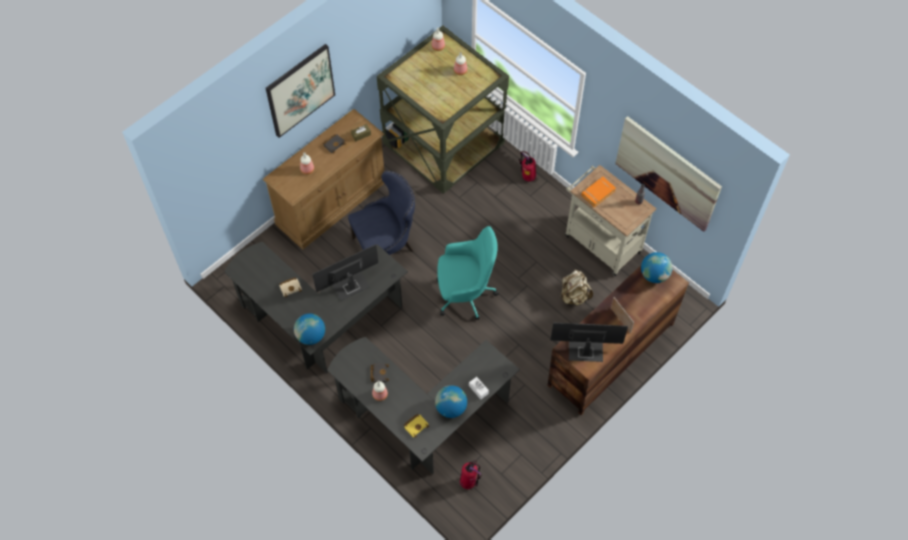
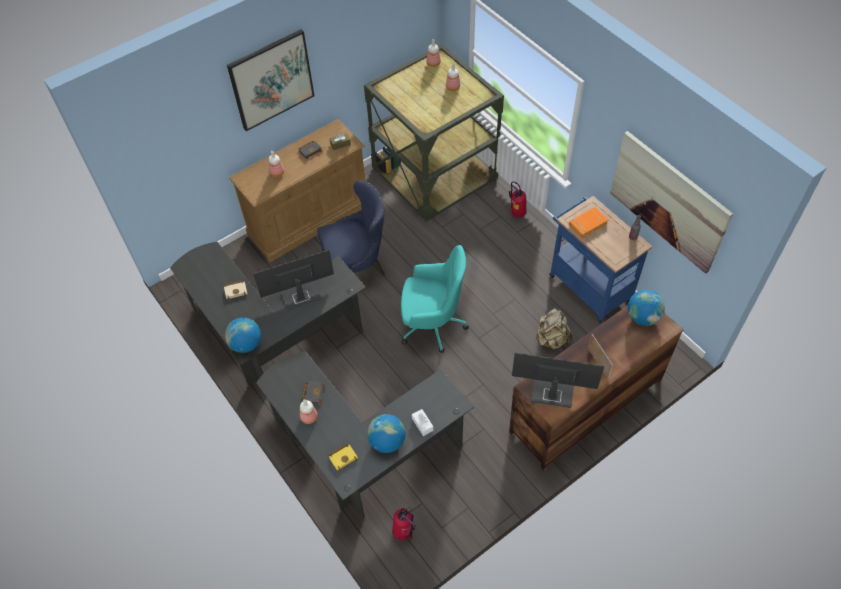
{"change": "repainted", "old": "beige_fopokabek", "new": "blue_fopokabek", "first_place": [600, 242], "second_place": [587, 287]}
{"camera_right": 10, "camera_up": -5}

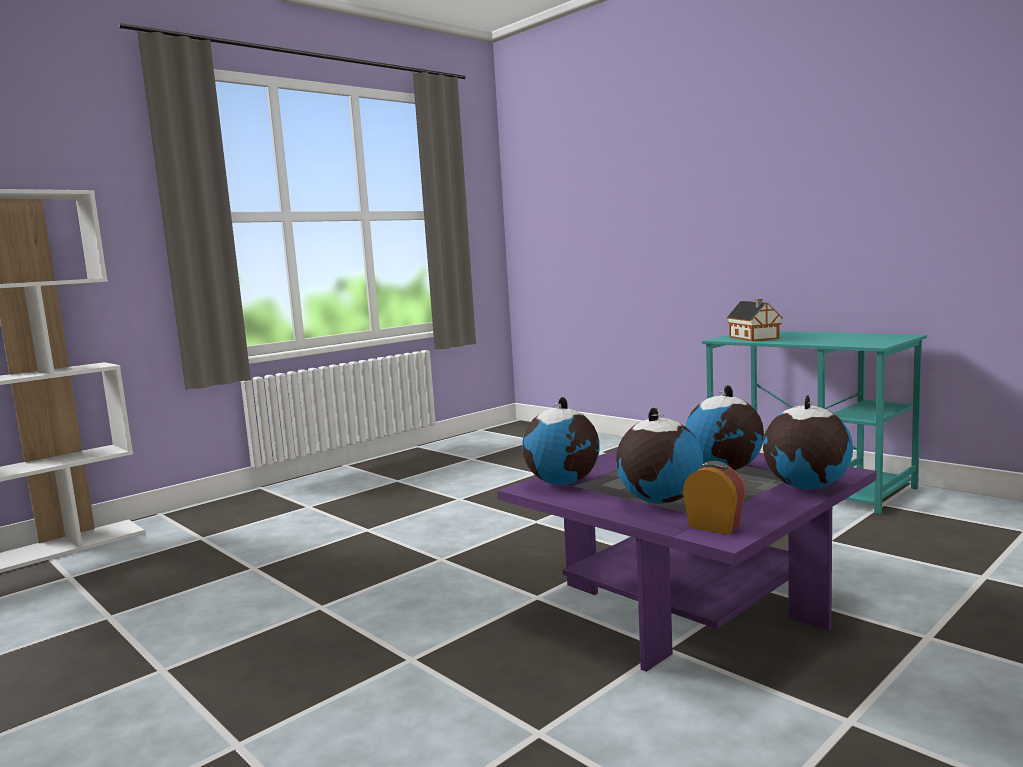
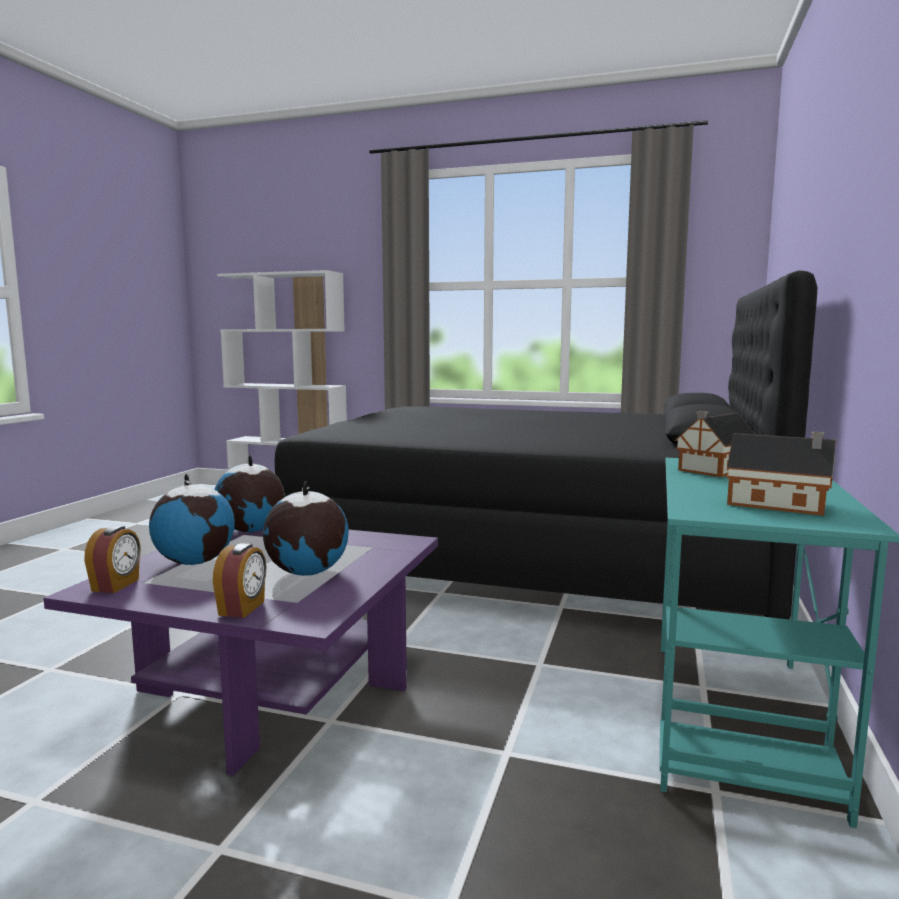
{"change": "new", "new": "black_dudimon", "second_place": [527, 554]}
{"change": "new", "new": "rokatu", "second_place": [781, 504]}
{"change": "swapped", "old": "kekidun", "new": "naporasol", "first_place": [806, 487], "second_place": [243, 608]}
{"camera_right": 60, "camera_up": 0}

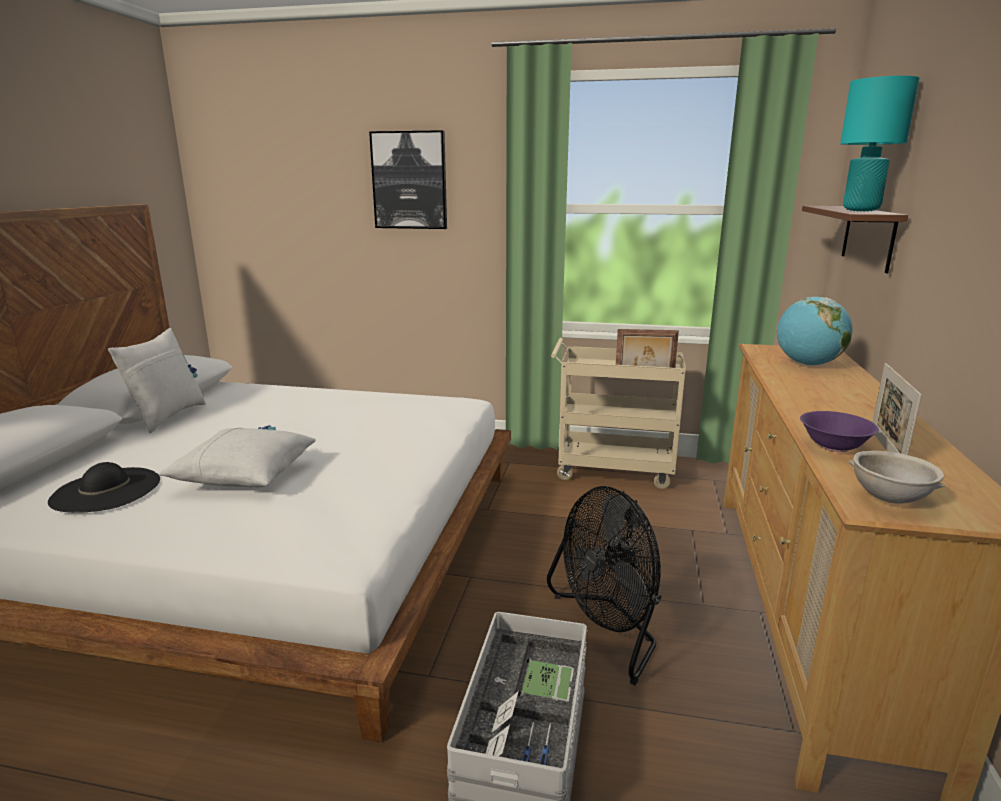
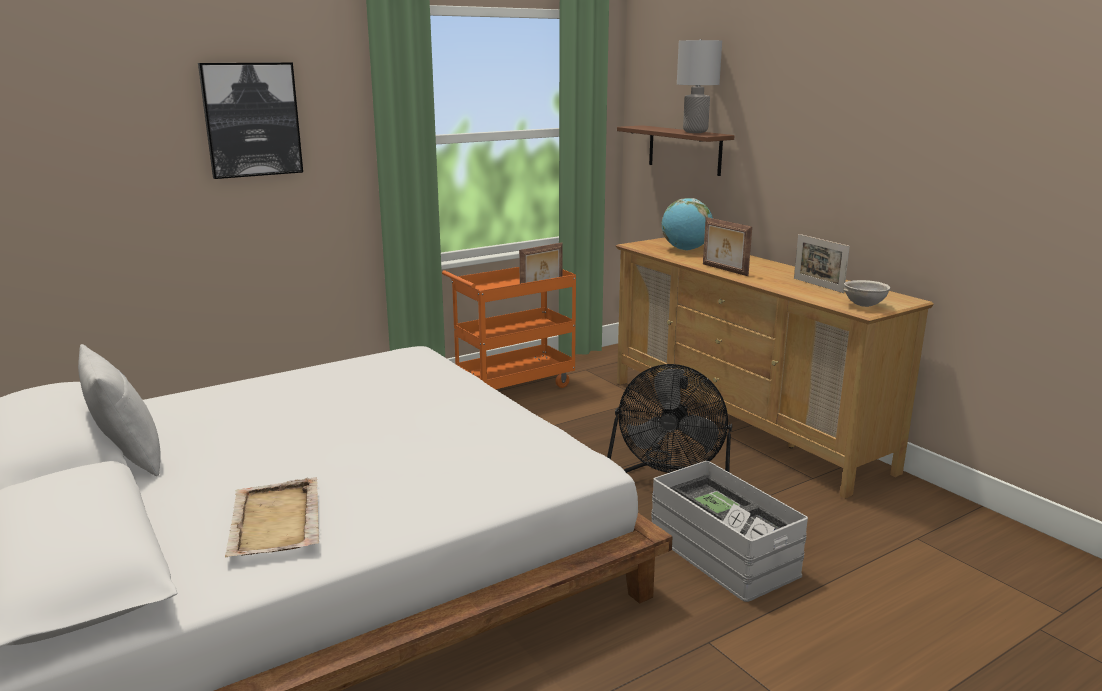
{"change": "gone", "old": "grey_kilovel", "first_place": [245, 475]}
{"change": "gone", "old": "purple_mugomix", "first_place": [833, 447]}
{"change": "new", "new": "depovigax", "second_place": [724, 270]}
{"change": "swapped", "old": "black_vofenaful", "new": "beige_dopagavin", "first_place": [106, 490], "second_place": [275, 521]}
{"change": "repainted", "old": "beige_fopokabek", "new": "orange_fopokabek", "first_place": [611, 474], "second_place": [512, 390]}
{"change": "repainted", "old": "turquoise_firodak", "new": "grey_firodak", "first_place": [860, 211], "second_place": [695, 133]}
{"camera_right": -45, "camera_up": 0}

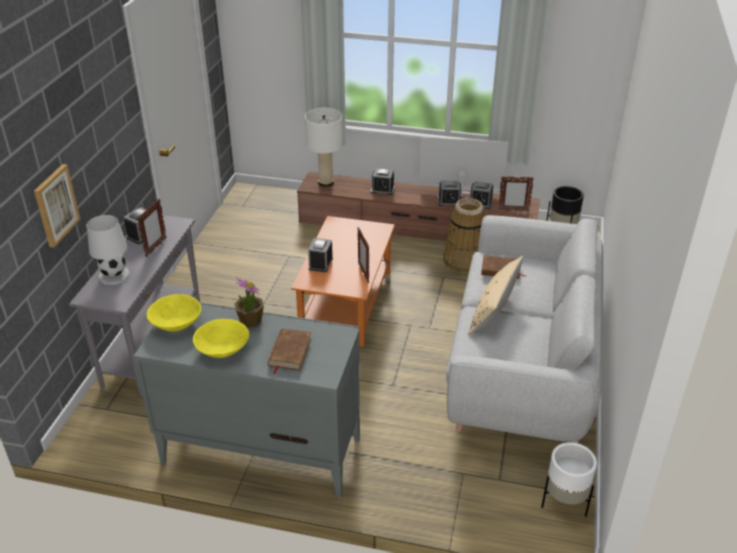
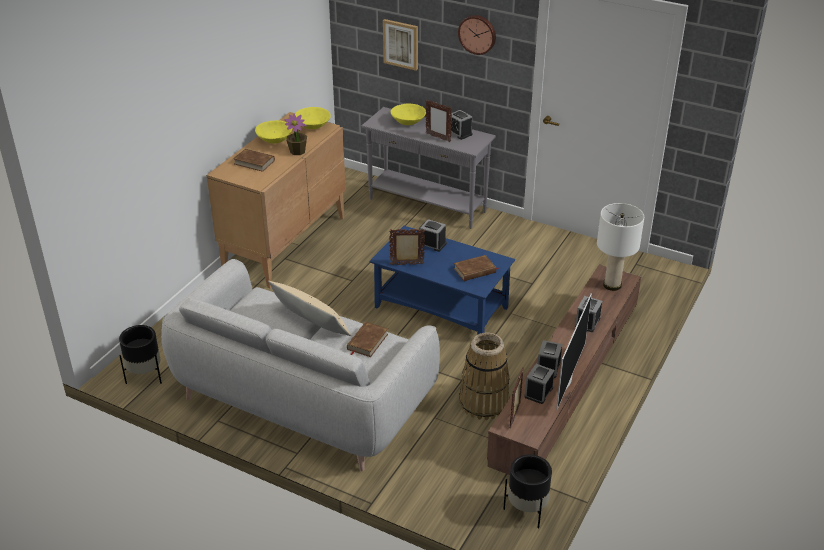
{"change": "new", "new": "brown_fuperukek", "second_place": [475, 270]}
{"change": "new", "new": "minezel", "second_place": [477, 34]}
{"change": "swapped", "old": "white_firodak", "new": "yellow_mugomix", "first_place": [114, 275], "second_place": [408, 121]}
{"change": "repainted", "old": "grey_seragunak", "new": "brown_seragunak", "first_place": [261, 451], "second_place": [285, 243]}
{"change": "repainted", "old": "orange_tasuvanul", "new": "blue_tasuvanul", "first_place": [346, 304], "second_place": [440, 307]}
{"change": "repainted", "old": "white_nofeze", "new": "black_nofeze", "first_place": [564, 502], "second_place": [145, 376]}
{"camera_right": 105, "camera_up": 0}

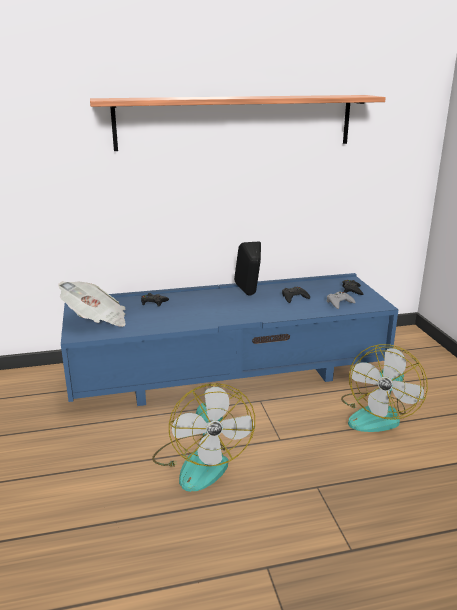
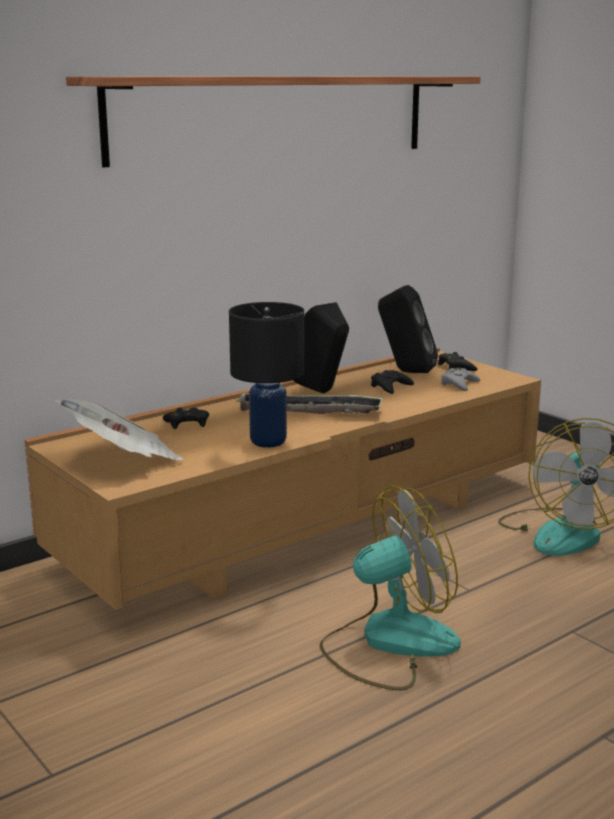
{"change": "new", "new": "black_firodak", "second_place": [269, 441]}
{"change": "new", "new": "dopagavin", "second_place": [309, 411]}
{"change": "new", "new": "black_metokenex", "second_place": [405, 371]}
{"change": "repainted", "old": "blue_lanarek", "new": "brown_lanarek", "first_place": [229, 369], "second_place": [306, 521]}
{"change": "rotated", "old": "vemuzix", "first_place": [200, 461], "second_place": [388, 643], "degrees": -75}
{"camera_right": -25, "camera_up": -5}

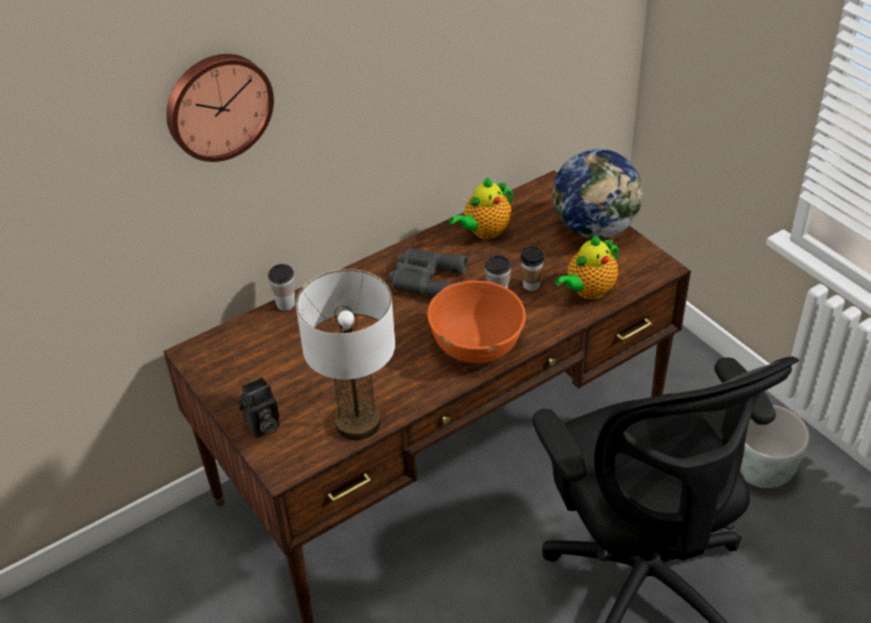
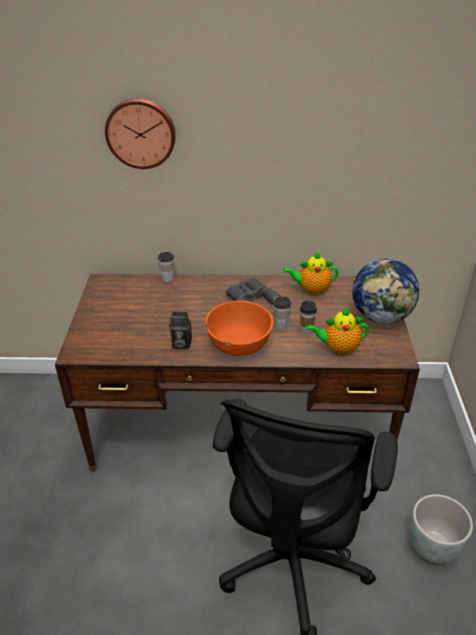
{"change": "gone", "old": "firodak", "first_place": [358, 422]}
{"change": "shifted", "old": "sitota", "first_place": [261, 426], "second_place": [180, 344]}
{"camera_right": 35, "camera_up": -5}

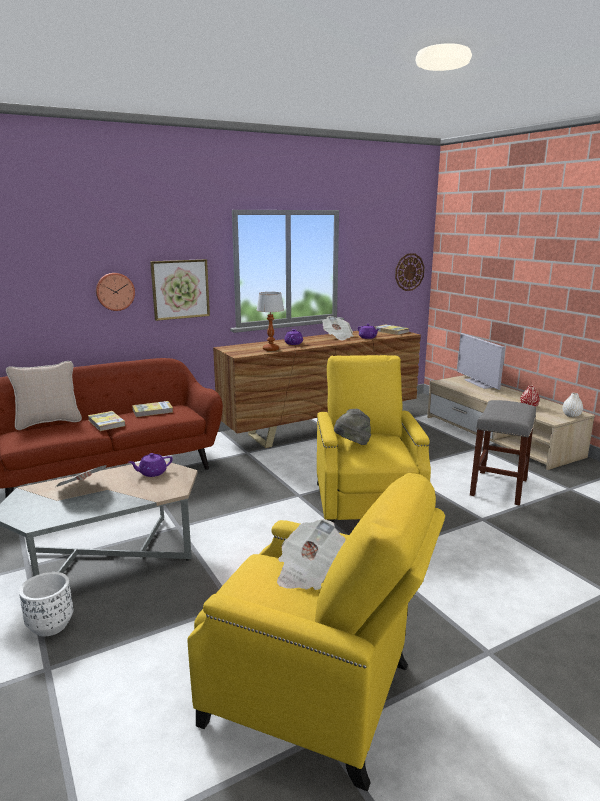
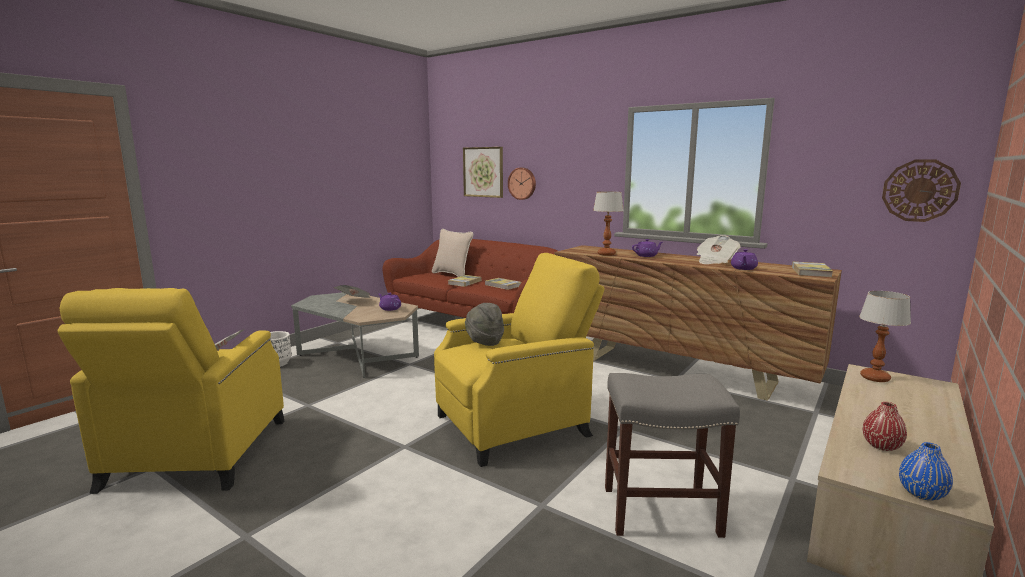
{"change": "gone", "old": "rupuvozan", "first_place": [479, 383]}
{"change": "new", "new": "firodak", "second_place": [875, 378]}
{"change": "shifted", "old": "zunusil", "first_place": [180, 289], "second_place": [483, 172]}
{"change": "repainted", "old": "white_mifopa", "new": "blue_mifopa", "first_place": [571, 415], "second_place": [921, 493]}
{"camera_right": 65, "camera_up": -5}

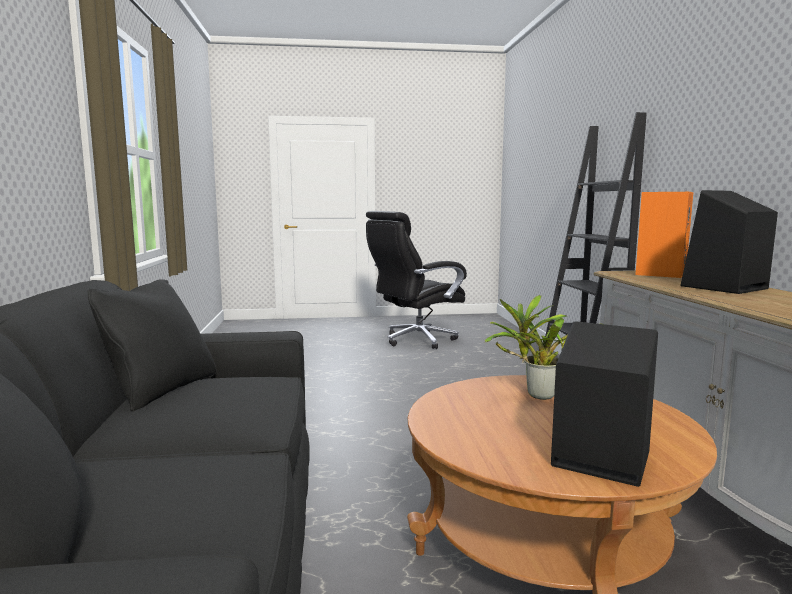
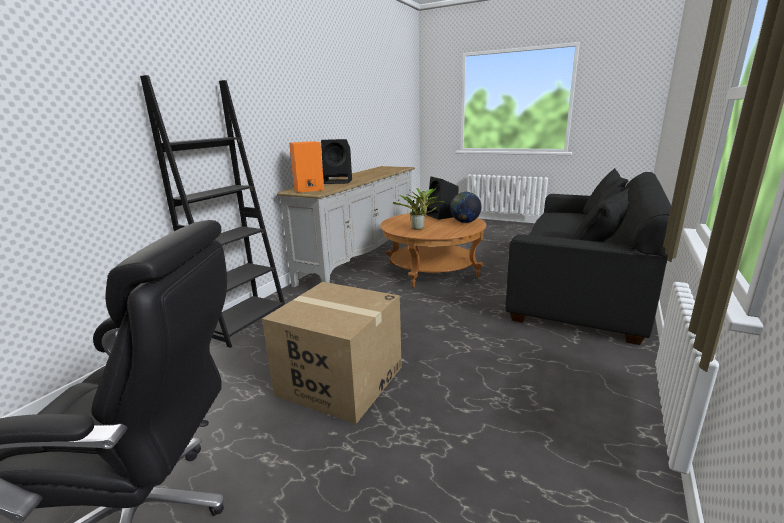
{"change": "new", "new": "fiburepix", "second_place": [340, 381]}
{"change": "new", "new": "kekidun", "second_place": [465, 222]}
{"camera_right": -145, "camera_up": 10}

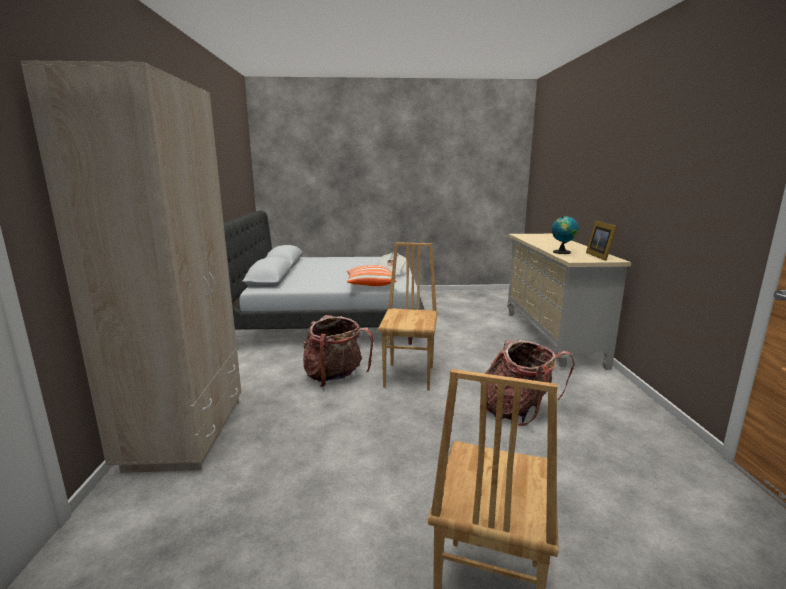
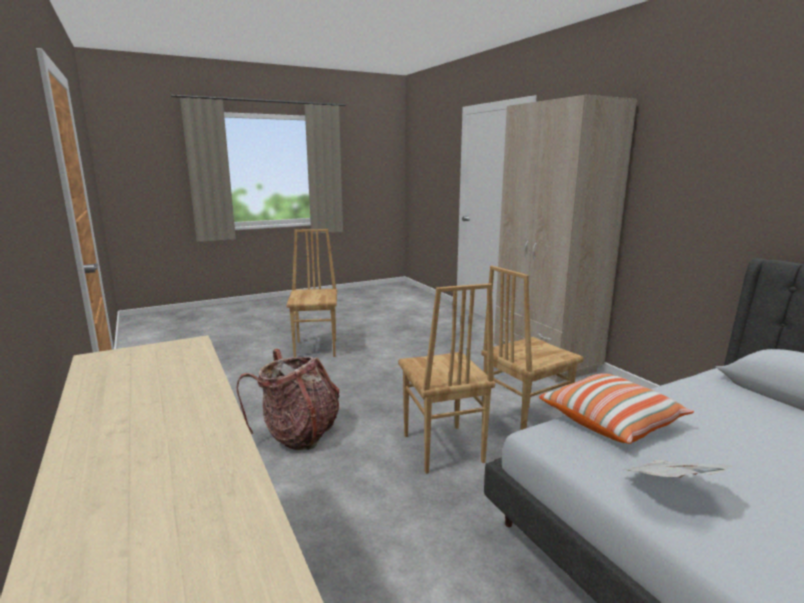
{"change": "gone", "old": "kekidun", "first_place": [562, 252]}
{"change": "gone", "old": "depovigax", "first_place": [600, 256]}
{"change": "swapped", "old": "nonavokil", "new": "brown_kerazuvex", "first_place": [335, 377], "second_place": [523, 426]}
{"camera_right": 155, "camera_up": 0}

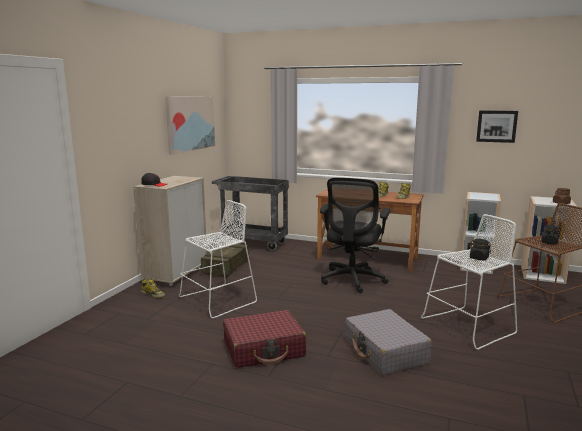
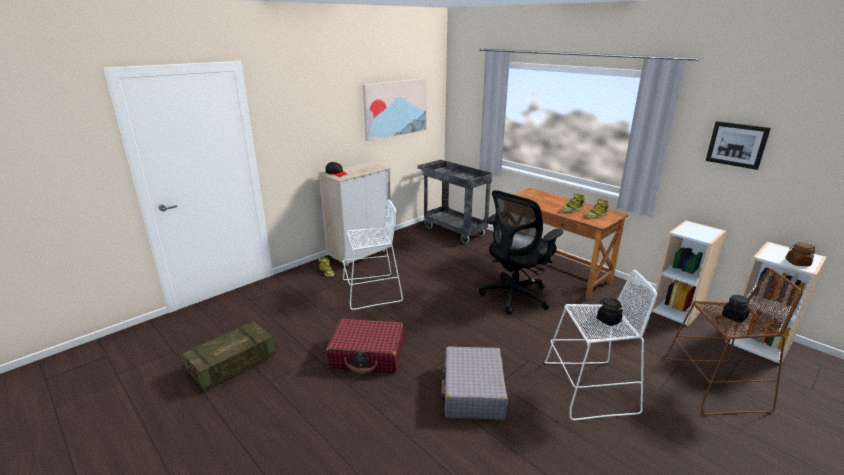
{"change": "shifted", "old": "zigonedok", "first_place": [226, 267], "second_place": [233, 365]}
{"camera_right": 25, "camera_up": 10}

